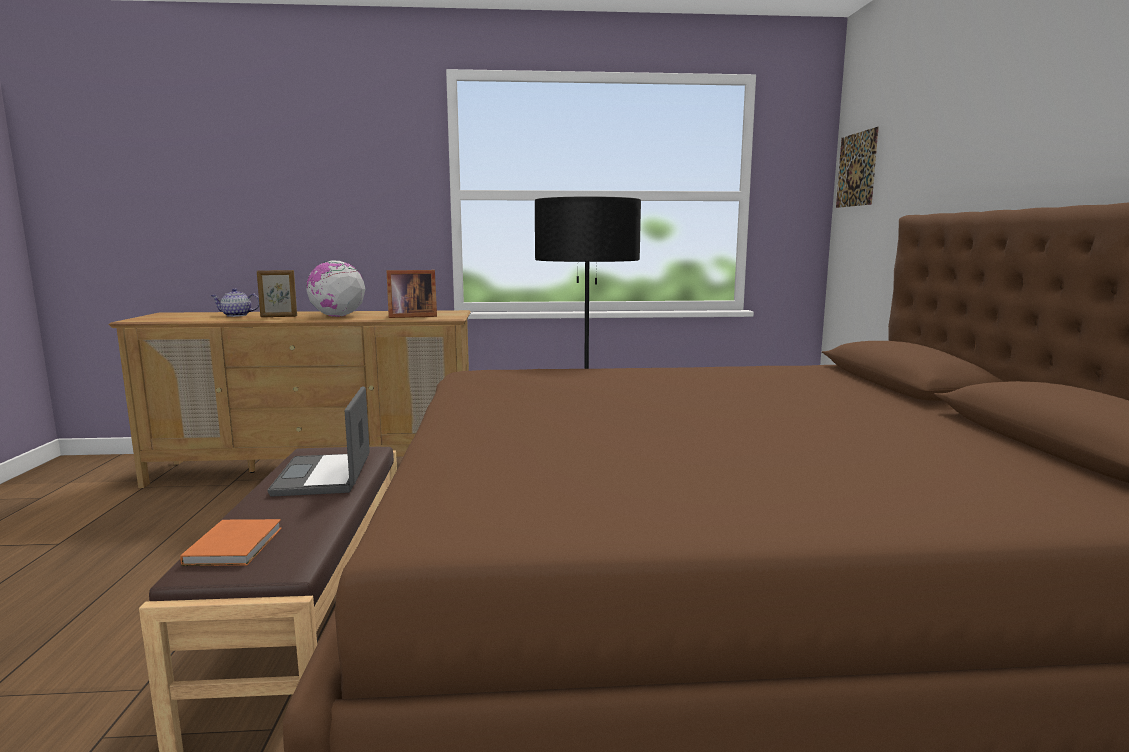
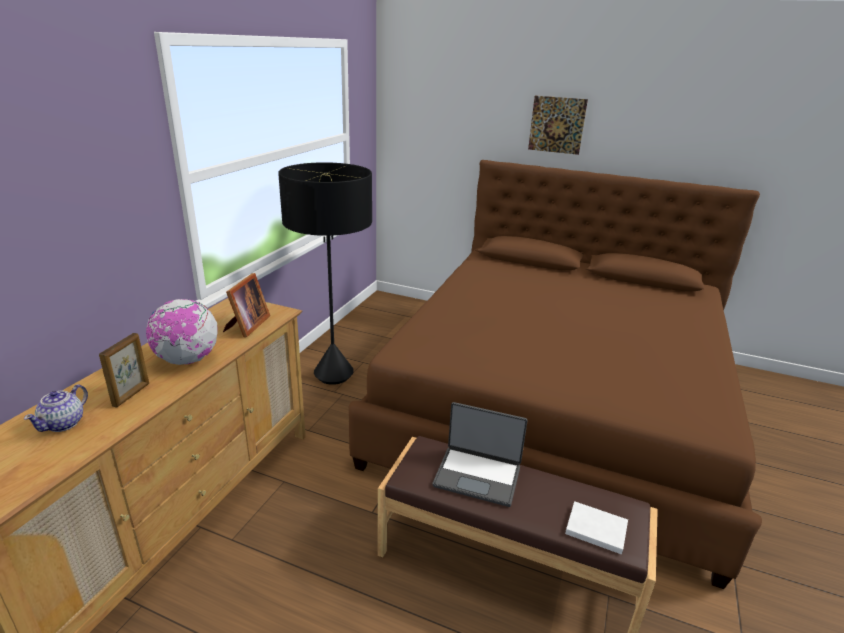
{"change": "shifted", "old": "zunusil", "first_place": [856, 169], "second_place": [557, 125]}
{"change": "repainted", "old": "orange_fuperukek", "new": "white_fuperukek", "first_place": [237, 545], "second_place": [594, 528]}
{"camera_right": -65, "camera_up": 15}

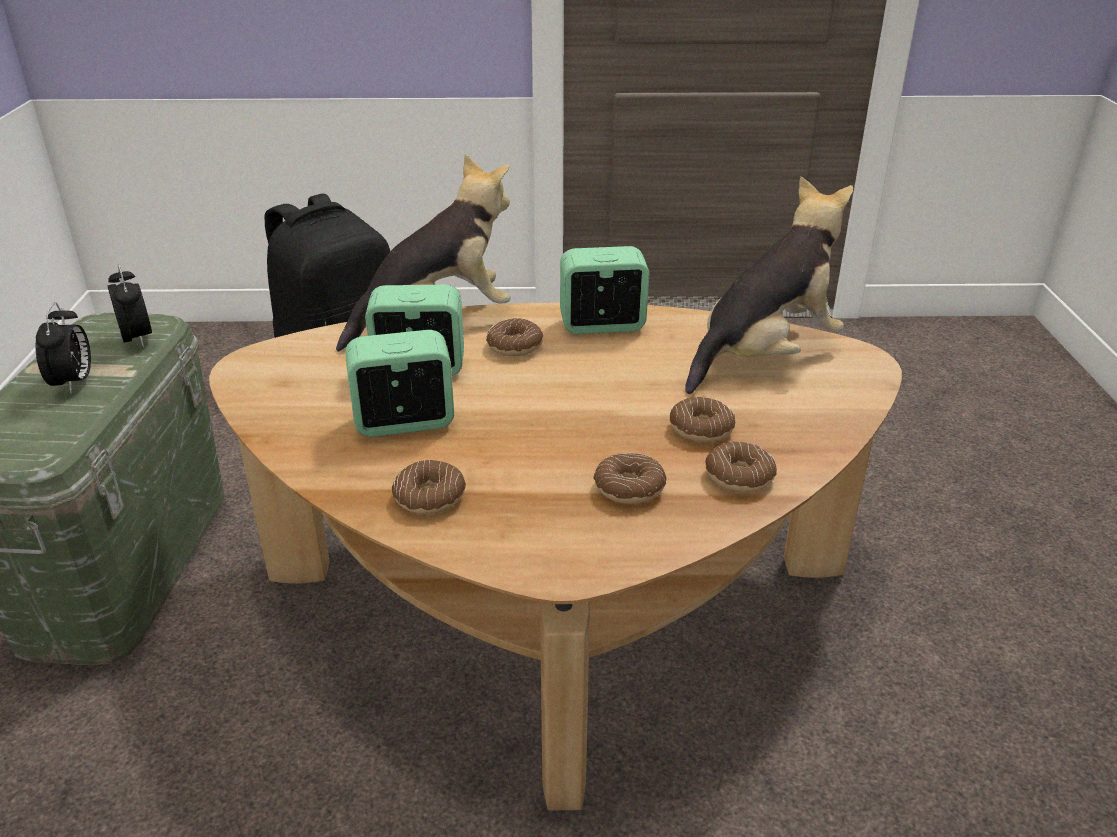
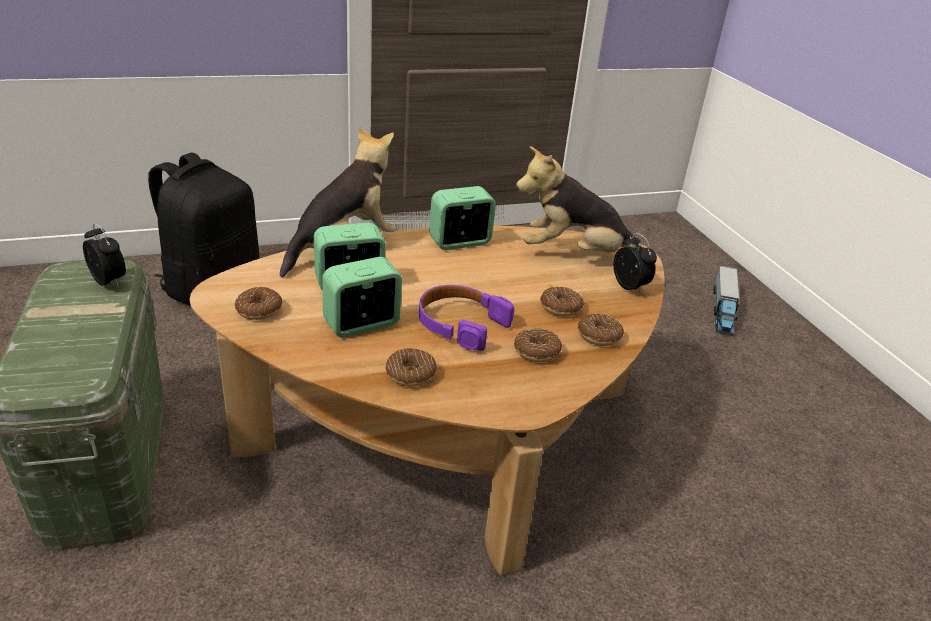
{"change": "new", "new": "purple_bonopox", "second_place": [460, 324]}
{"change": "new", "new": "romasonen", "second_place": [722, 310]}
{"change": "shifted", "old": "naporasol", "first_place": [74, 383], "second_place": [630, 287]}
{"change": "shifted", "old": "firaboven", "first_place": [515, 346], "second_place": [259, 310]}
{"change": "rotated", "old": "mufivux", "first_place": [765, 355], "second_place": [575, 254], "degrees": -120}
{"camera_right": -20, "camera_up": 0}

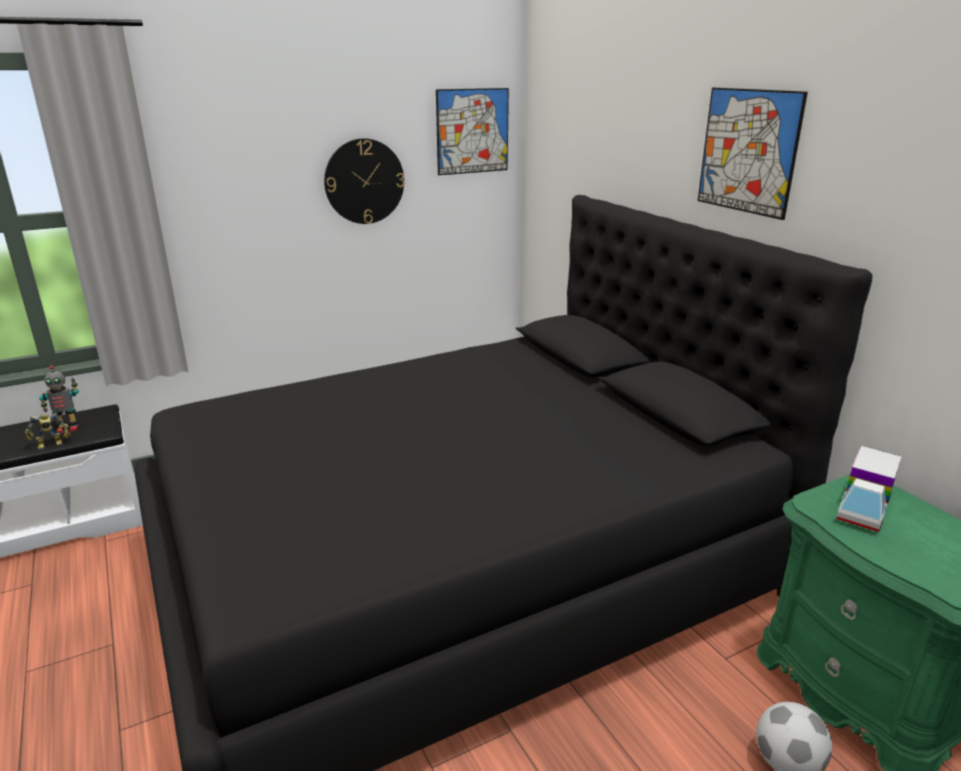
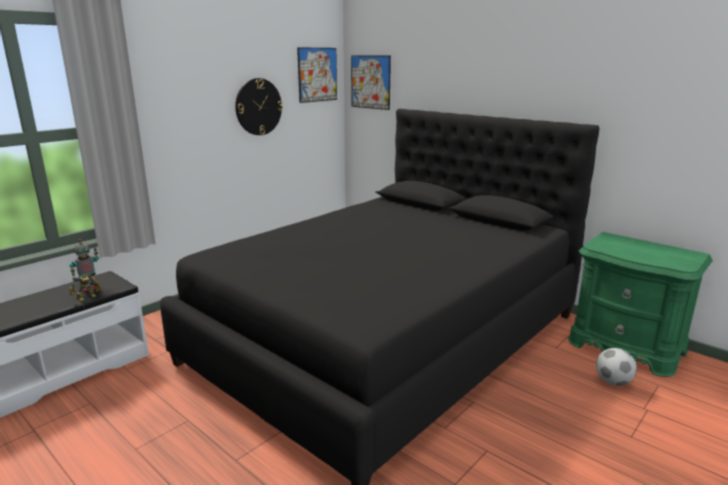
{"change": "gone", "old": "romasonen", "first_place": [864, 507]}
{"change": "shifted", "old": "zunusil", "first_place": [748, 151], "second_place": [370, 82]}
{"camera_right": -20, "camera_up": -5}

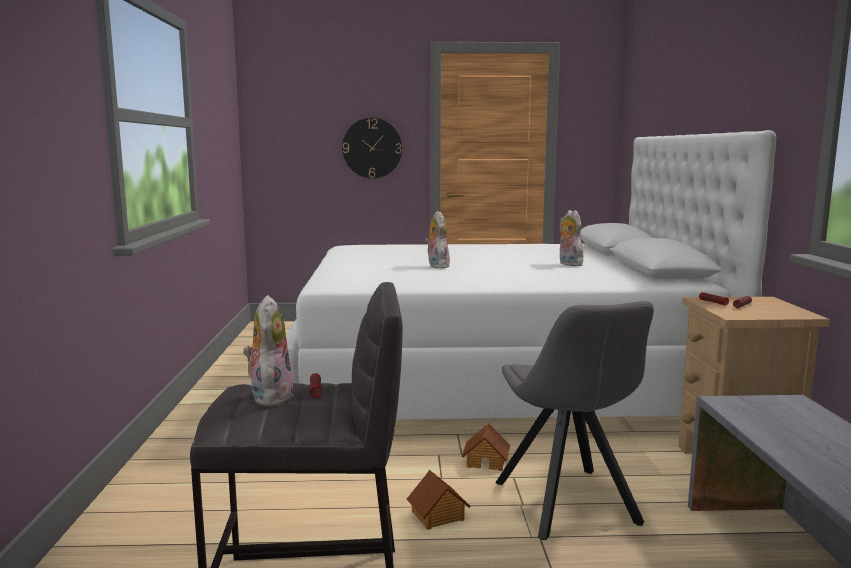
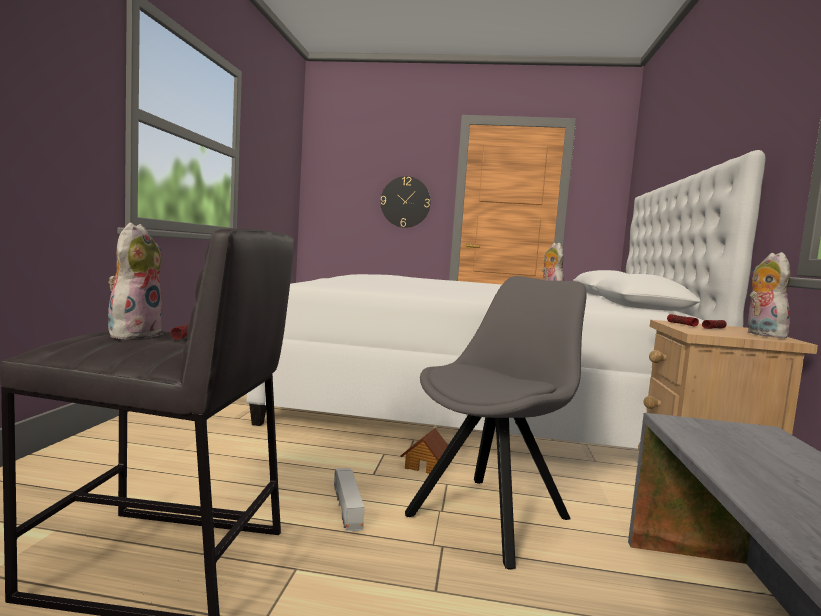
{"change": "shifted", "old": "mufivux", "first_place": [436, 266], "second_place": [761, 334]}
{"change": "swapped", "old": "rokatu", "new": "romasonen", "first_place": [438, 515], "second_place": [347, 507]}
{"change": "rotated", "old": "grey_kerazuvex", "first_place": [567, 503], "second_place": [490, 517], "degrees": -135}
{"camera_right": 10, "camera_up": -5}

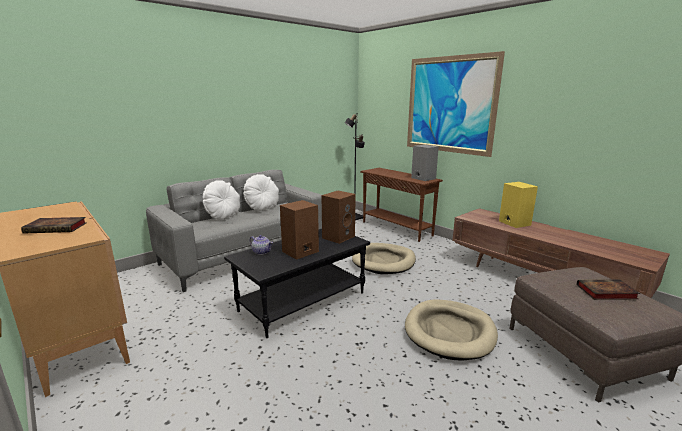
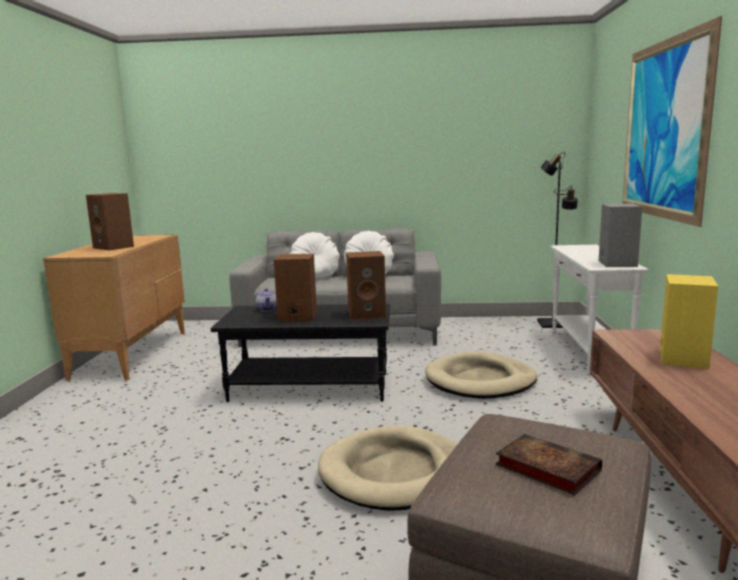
{"change": "swapped", "old": "fuperukek", "new": "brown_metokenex", "first_place": [58, 228], "second_place": [114, 247]}
{"change": "repainted", "old": "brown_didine", "new": "white_didine", "first_place": [397, 229], "second_place": [589, 351]}
{"camera_right": 45, "camera_up": -5}

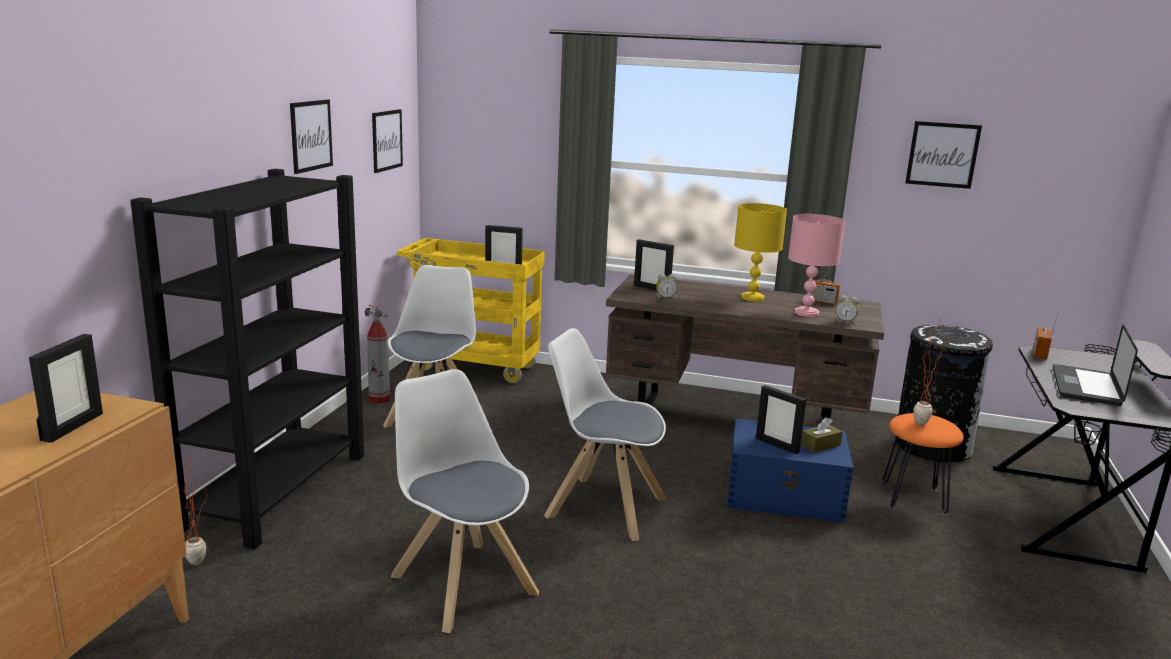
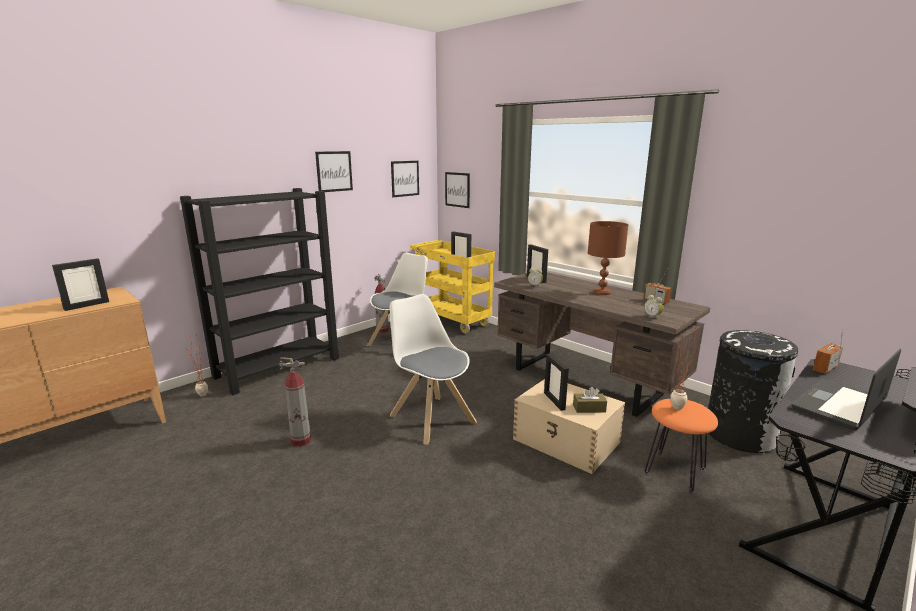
{"change": "gone", "old": "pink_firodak", "first_place": [807, 313]}
{"change": "shifted", "old": "zunusil", "first_place": [942, 154], "second_place": [457, 189]}
{"change": "swapped", "old": "kerazuvex", "new": "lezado", "first_place": [462, 582], "second_place": [301, 440]}
{"change": "repainted", "old": "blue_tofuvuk", "new": "beige_tofuvuk", "first_place": [785, 494], "second_place": [567, 441]}
{"change": "repainted", "old": "yellow_firodak", "new": "brown_firodak", "first_place": [752, 298], "second_place": [602, 292]}
{"camera_right": 30, "camera_up": 0}

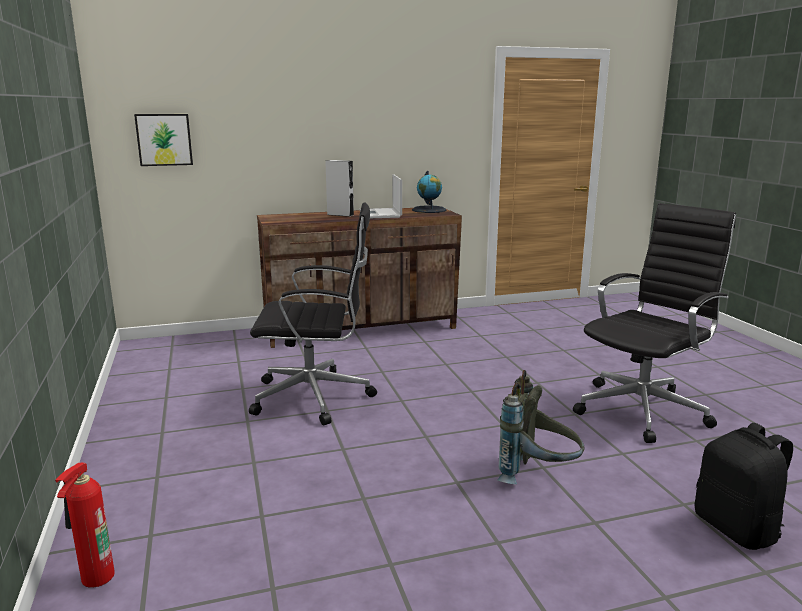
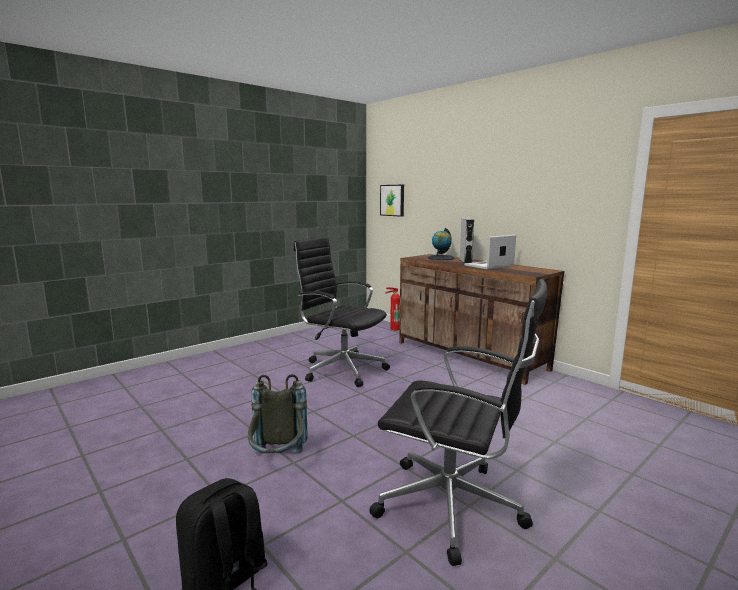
{"change": "shifted", "old": "lezado", "first_place": [93, 578], "second_place": [394, 328]}
{"change": "shifted", "old": "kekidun", "first_place": [429, 210], "second_place": [441, 258]}
{"change": "rotated", "old": "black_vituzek", "first_place": [316, 397], "second_place": [342, 369], "degrees": 150}
{"camera_right": 65, "camera_up": -5}

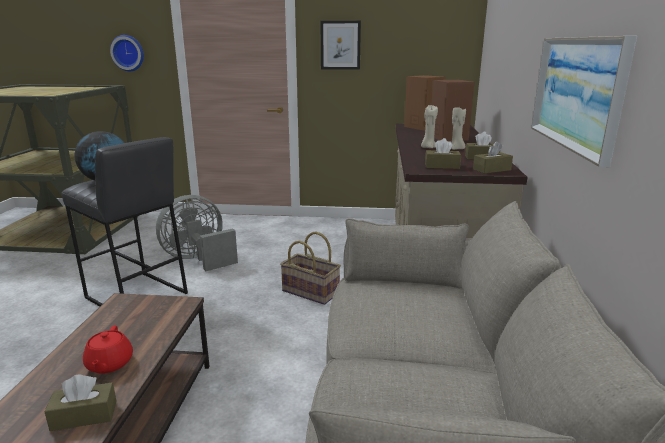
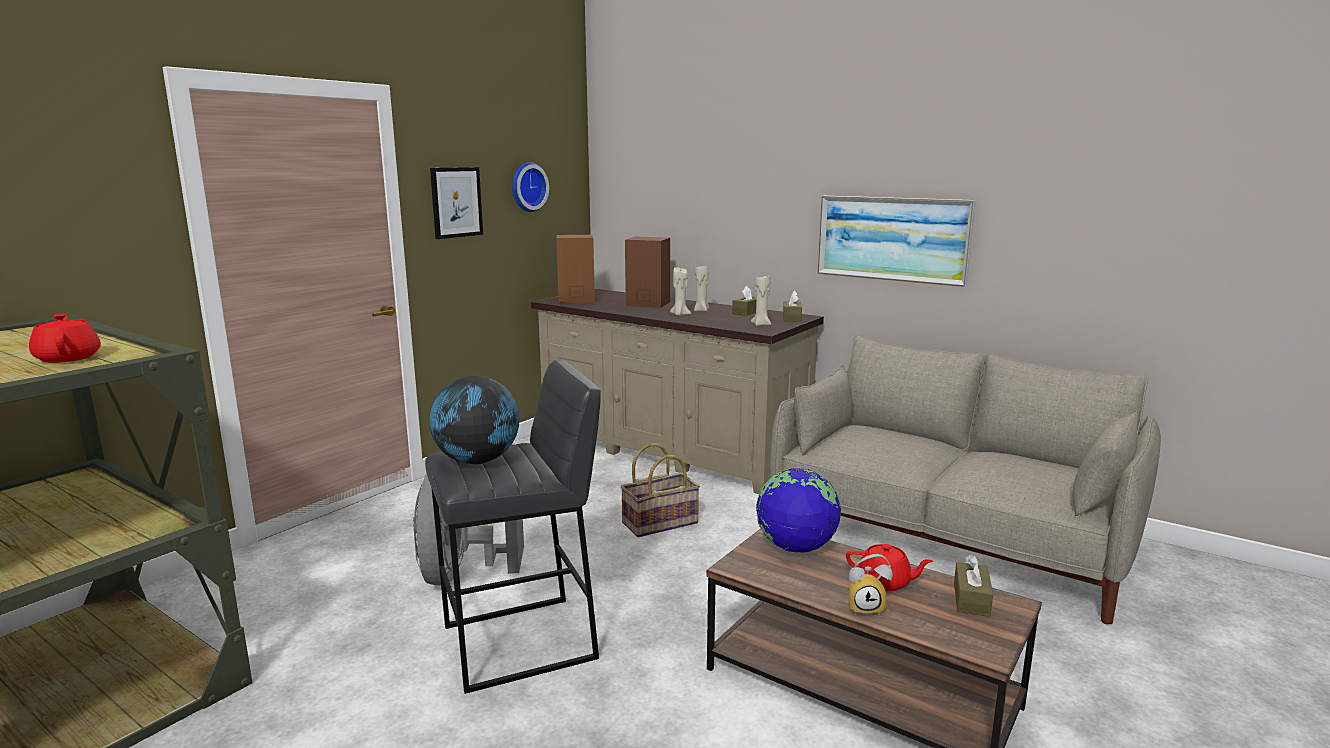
{"change": "new", "new": "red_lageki", "second_place": [68, 358]}
{"change": "new", "new": "kekidun", "second_place": [796, 547]}
{"change": "new", "new": "naporasol", "second_place": [866, 607]}
{"change": "shifted", "old": "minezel", "first_place": [128, 53], "second_place": [527, 187]}
{"change": "swapped", "old": "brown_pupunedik", "new": "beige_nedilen", "first_place": [442, 166], "second_place": [761, 324]}
{"camera_right": -60, "camera_up": -5}

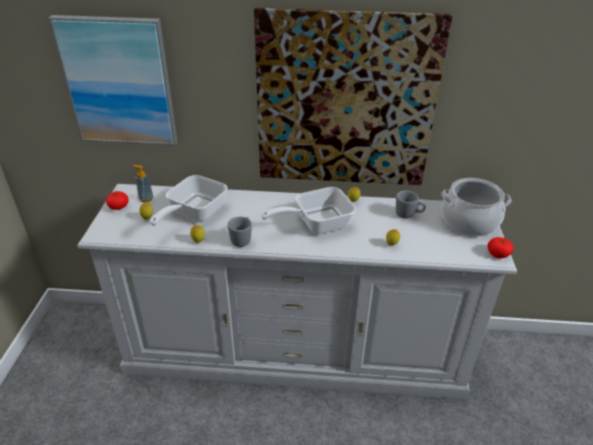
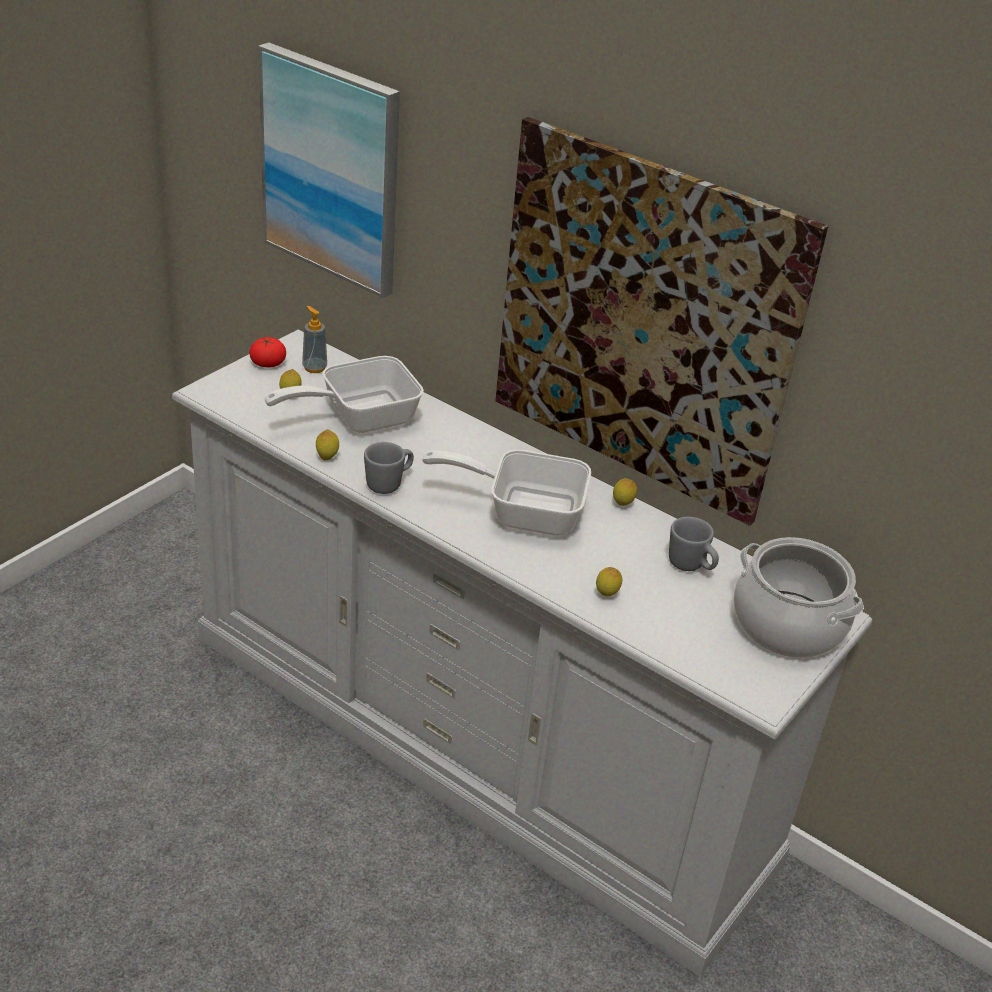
{"change": "gone", "old": "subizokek", "first_place": [498, 254]}
{"camera_right": 30, "camera_up": 0}

